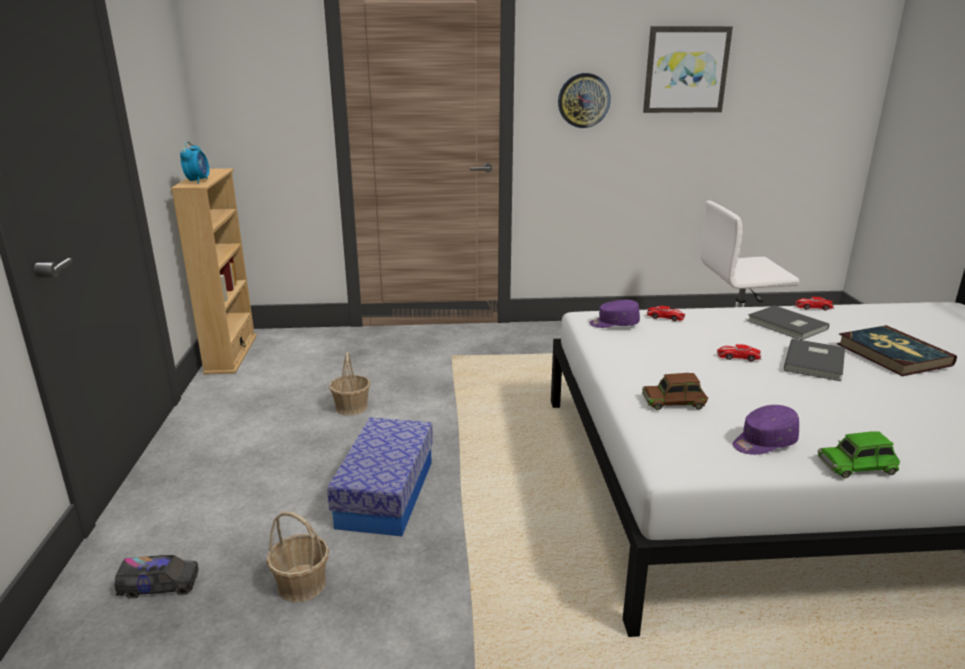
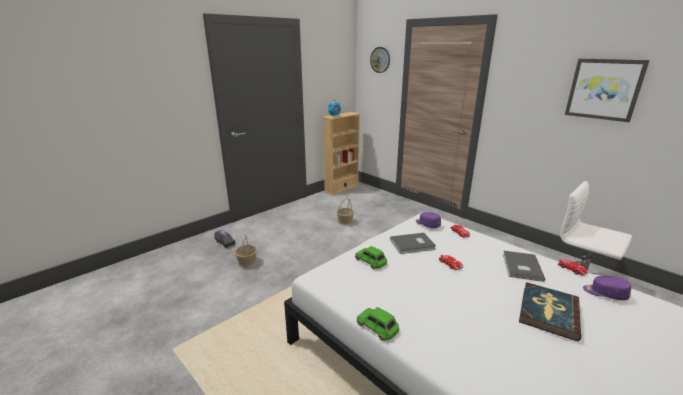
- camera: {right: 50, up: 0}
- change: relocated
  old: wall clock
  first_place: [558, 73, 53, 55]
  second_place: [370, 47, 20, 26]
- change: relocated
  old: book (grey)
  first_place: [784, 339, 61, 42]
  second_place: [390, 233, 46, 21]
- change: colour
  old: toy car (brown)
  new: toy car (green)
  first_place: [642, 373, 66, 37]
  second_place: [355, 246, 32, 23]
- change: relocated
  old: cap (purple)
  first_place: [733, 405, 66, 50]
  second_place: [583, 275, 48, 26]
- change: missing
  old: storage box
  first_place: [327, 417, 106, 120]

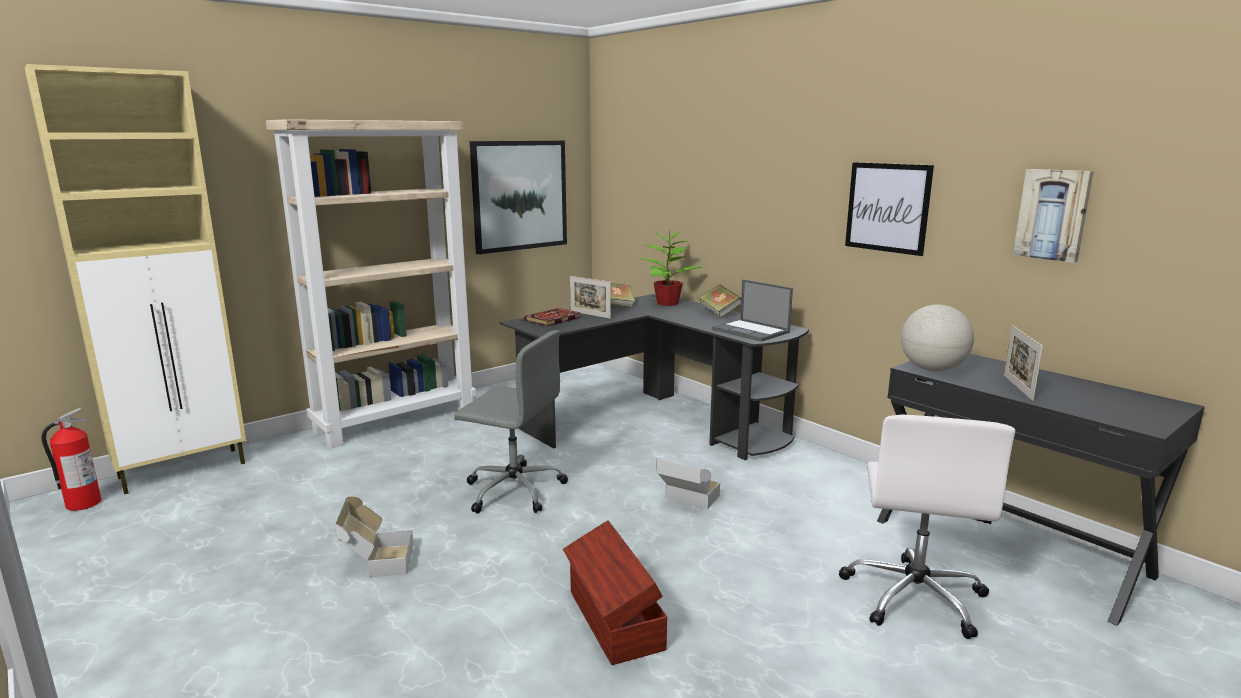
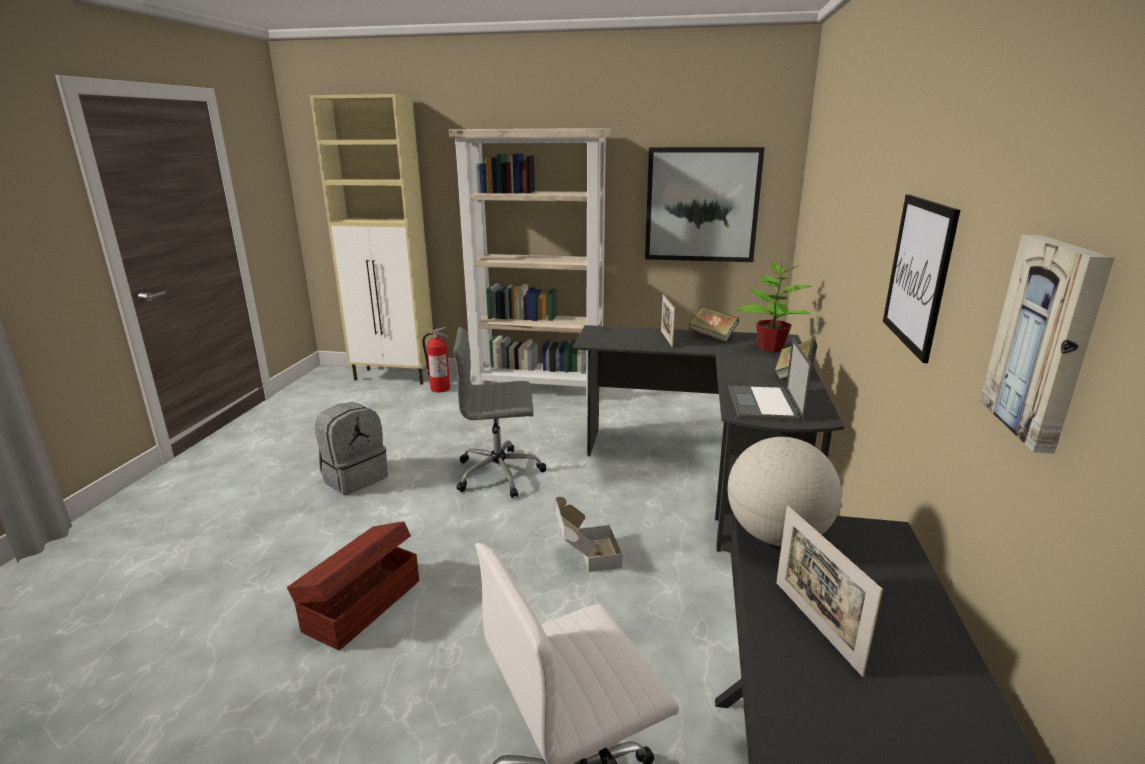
- camera: {right: 50, up: 5}
- change: missing
  old: book
  first_place: [524, 308, 57, 18]
- change: spun
  old: picture frame
  first_place: [1004, 325, 39, 76]
  second_place: [776, 506, 107, 171]
  degrees: -75
- change: spun
  old: office chair (grey)
  first_place: [454, 330, 114, 184]
  second_place: [453, 327, 94, 171]
  degrees: 105
- change: relocated
  old: fire extinguisher
  first_place: [41, 407, 60, 104]
  second_place: [422, 327, 28, 66]
- change: exchanged
  old: cardboard box
  new: backpack (grey)
  first_place: [335, 497, 78, 80]
  second_place: [315, 402, 73, 93]

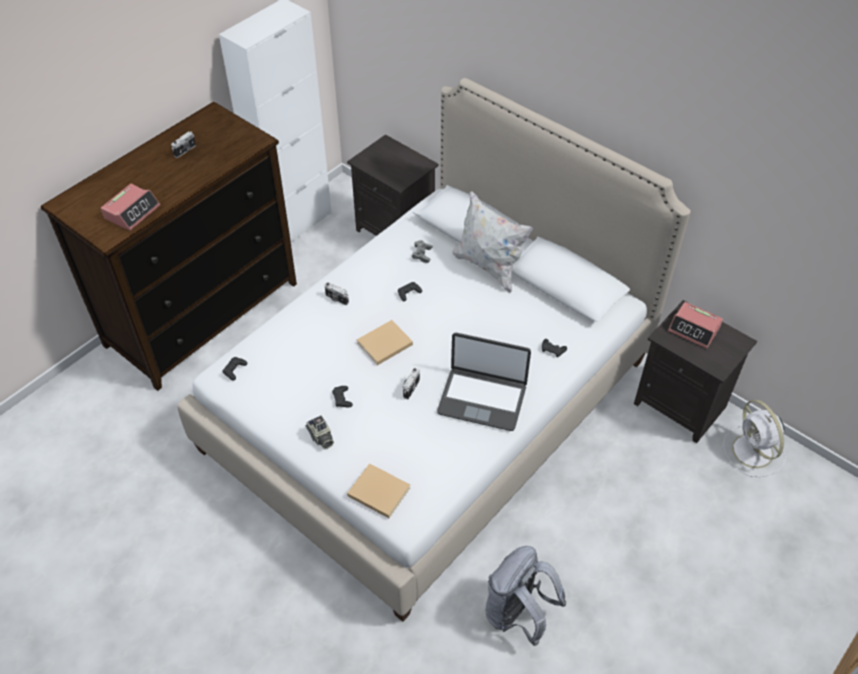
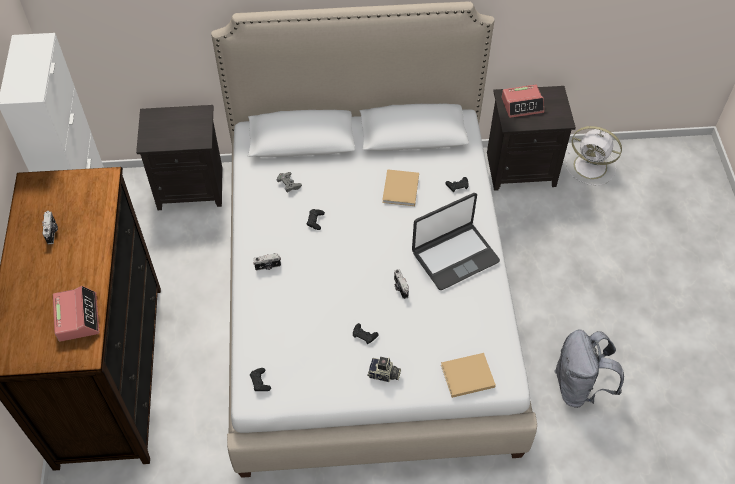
- camera: {right: -45, up: 5}
- change: missing
  old: pillow (white)
  first_place: [452, 191, 81, 102]
- change: relocated
  old: book (beige)
  first_place: [357, 320, 56, 45]
  second_place: [382, 169, 37, 37]

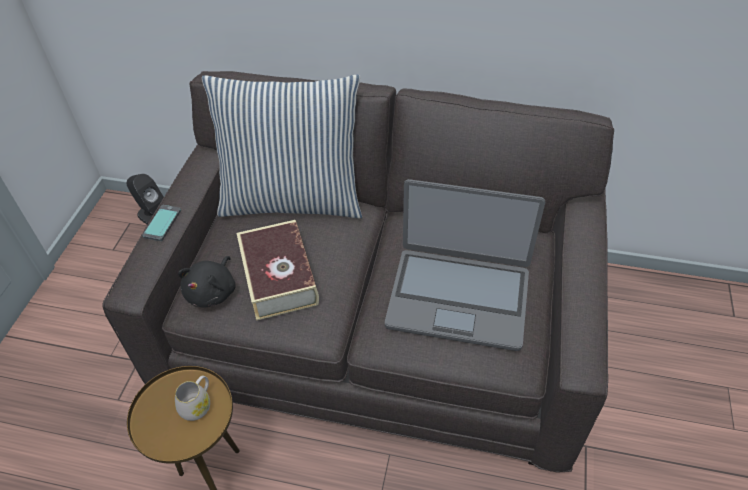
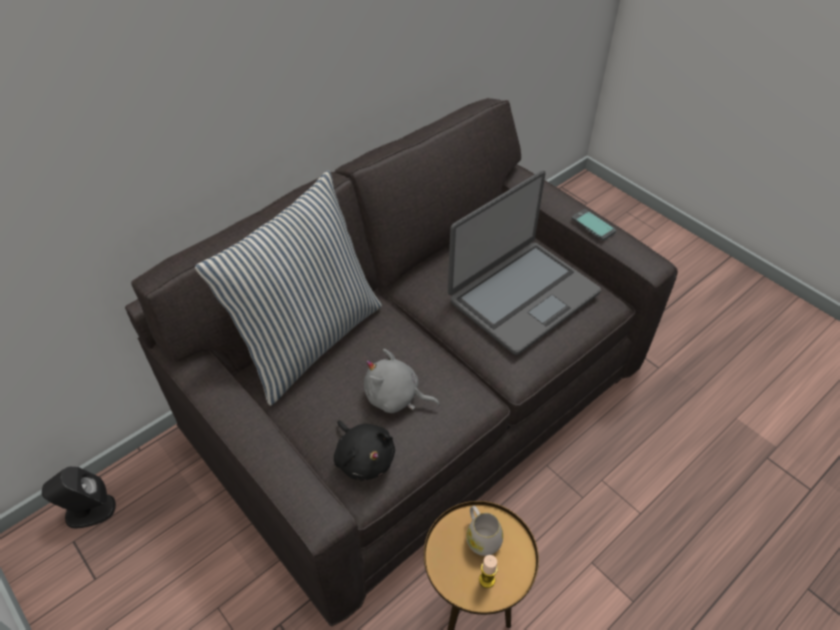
- camera: {right: -55, up: 0}
- change: relocated
  old: phone
  first_place: [142, 205, 39, 36]
  second_place: [572, 209, 44, 31]
- change: exchanged
  old: book
  new: plush toy (grey)
  first_place: [237, 220, 82, 101]
  second_place: [364, 349, 76, 64]
- change: appeared
  new: candle
  second_place: [479, 555, 19, 33]

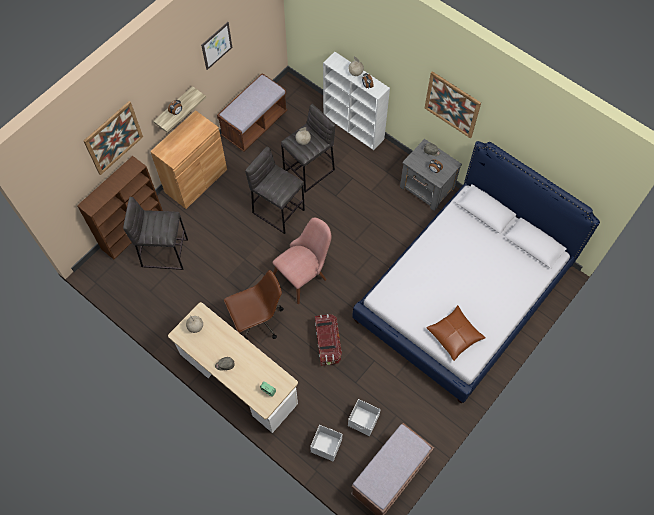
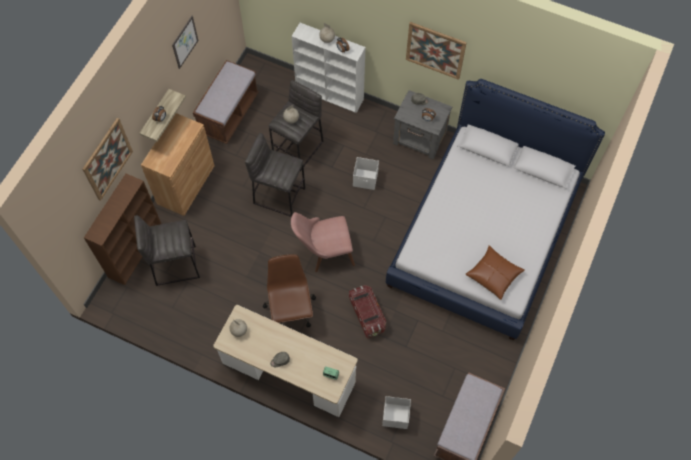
- camera: {right: -15, up: 0}
- change: spun
  old: chair (pink)
  first_place: [273, 217, 59, 87]
  second_place: [291, 212, 64, 60]
  degrees: -135
- change: spun
  old: office chair (brown)
  first_place: [224, 270, 59, 70]
  second_place: [263, 254, 53, 73]
  degrees: -60
- change: relocated
  old: storage box (white)
  first_place: [348, 399, 33, 37]
  second_place: [353, 157, 26, 33]

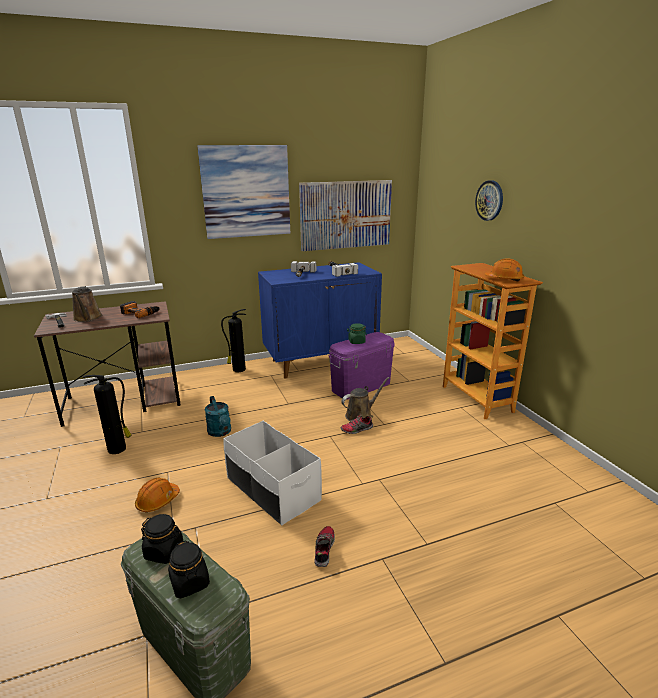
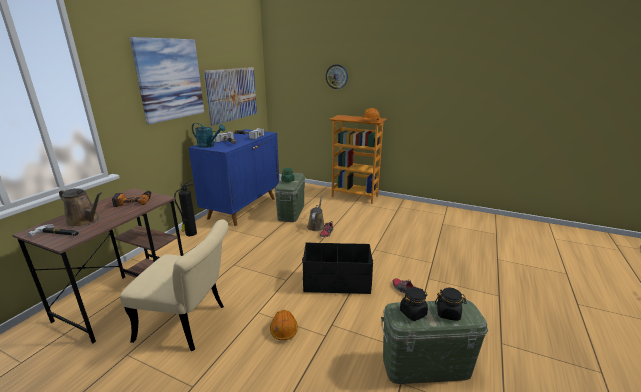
- camera: {right: -45, up: 0}
- change: colour
  old: storage box (purple)
  new: storage box (green)
  first_place: [329, 332, 66, 67]
  second_place: [275, 173, 30, 49]
- change: exchanged
  old: fire extinguisher
  new: chair (beige)
  first_place: [83, 375, 48, 79]
  second_place: [120, 219, 109, 132]
- change: relocated
  old: watering can (turquoise)
  first_place: [205, 396, 26, 41]
  second_place: [192, 123, 33, 25]
- change: colour
  old: storage box (white)
  new: storage box (black)
  first_place: [223, 421, 99, 105]
  second_place: [302, 243, 71, 51]

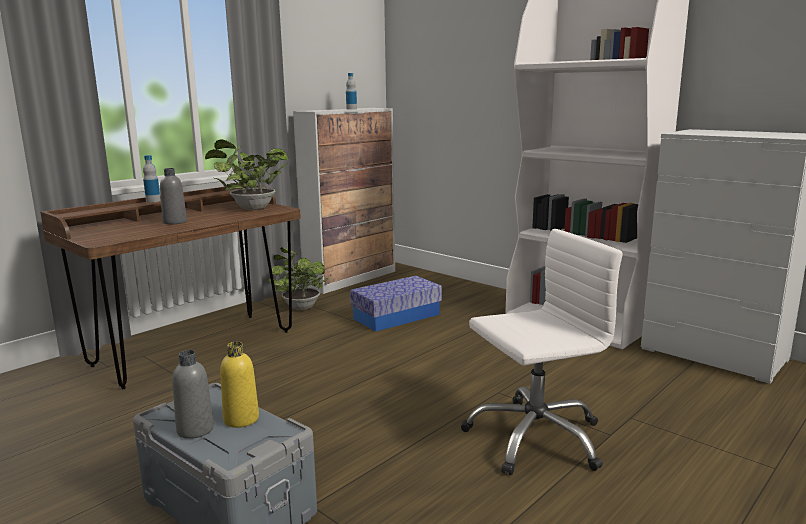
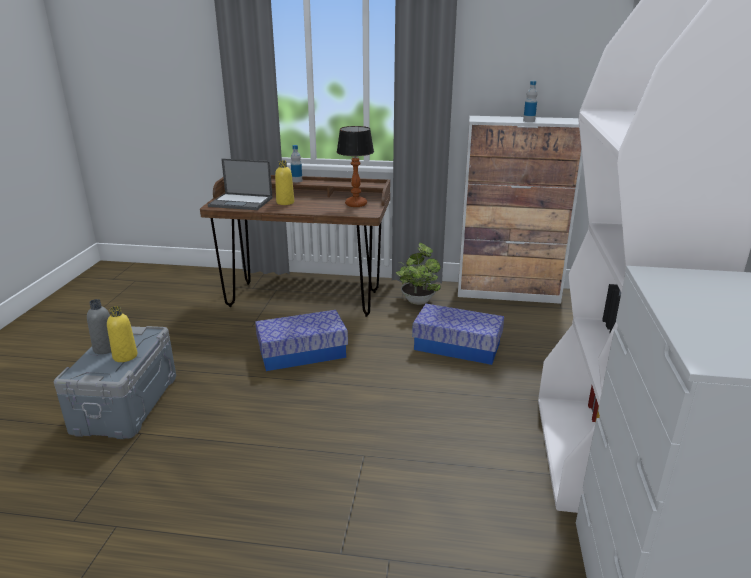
- camera: {right: 55, up: 10}
- change: exchanged
  old: potted plant
  new: table lamp
  first_place: [205, 139, 83, 71]
  second_place: [337, 126, 37, 81]
- change: colour
  old: bottle (grey)
  new: bottle (yellow)
  first_place: [160, 168, 27, 56]
  second_place: [275, 160, 19, 45]
- change: missing
  old: office chair (white)
  first_place: [461, 229, 162, 246]
- change: appeared
  new: laptop
  second_place: [208, 158, 65, 52]
- change: appeared
  new: storage box
  second_place: [255, 310, 93, 61]

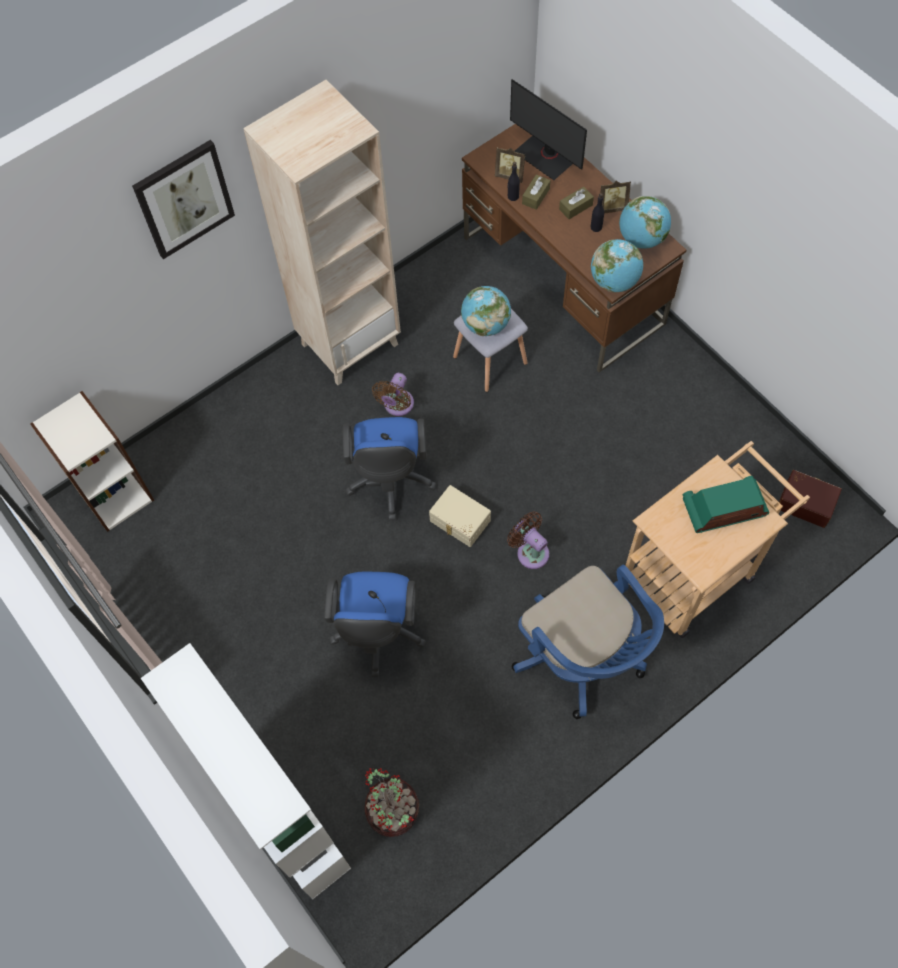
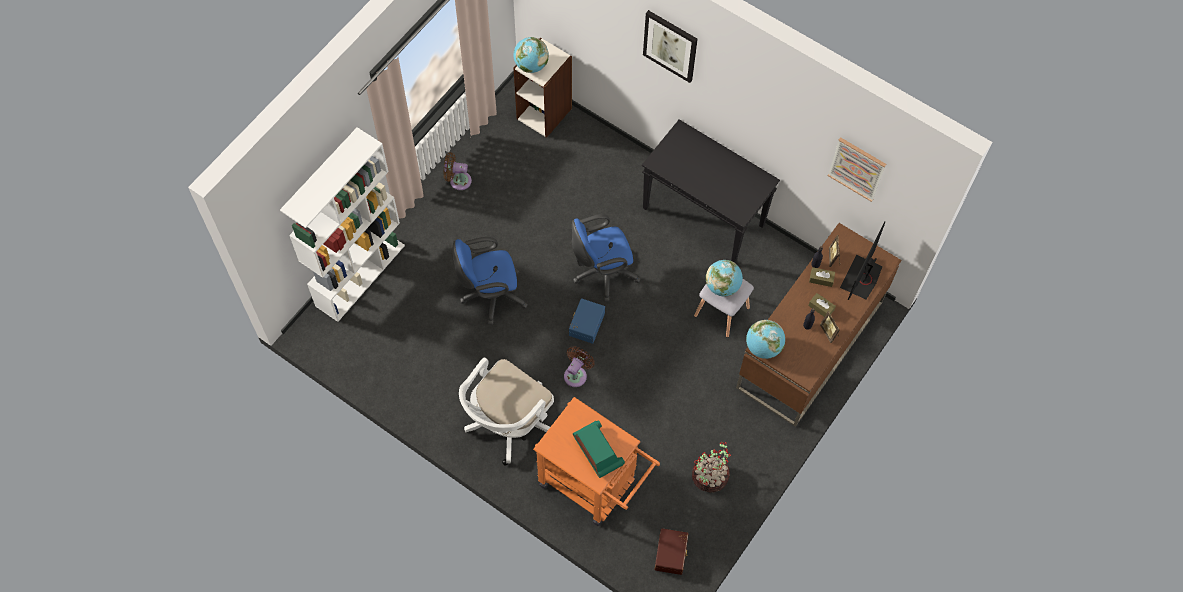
- camera: {right: 70, up: 0}
- change: exchanged
  old: bookcase (beige)
  new: console table (black)
  first_place: [243, 80, 158, 305]
  second_place: [642, 119, 138, 144]
- change: relocated
  old: globe
  first_place: [619, 196, 52, 53]
  second_place: [514, 37, 35, 36]
- change: relocated
  old: fan (brown)
  first_place: [372, 373, 42, 43]
  second_place: [443, 152, 29, 38]
- change: colour
  old: cart (beige)
  new: cart (orange)
  first_place: [625, 441, 185, 197]
  second_place: [533, 397, 127, 129]
- change: colour
  old: storage box (beige)
  new: storage box (blue)
  first_place: [429, 485, 62, 62]
  second_place: [569, 298, 36, 46]
- change: colour
  old: office chair (blue)
  new: office chair (white)
  first_place: [512, 565, 152, 154]
  second_place: [459, 357, 95, 109]
- change: relocated
  old: potted plant
  first_place: [365, 768, 54, 69]
  second_place: [692, 442, 39, 51]
- change: appeared
  new: picture
  second_place: [828, 137, 58, 65]

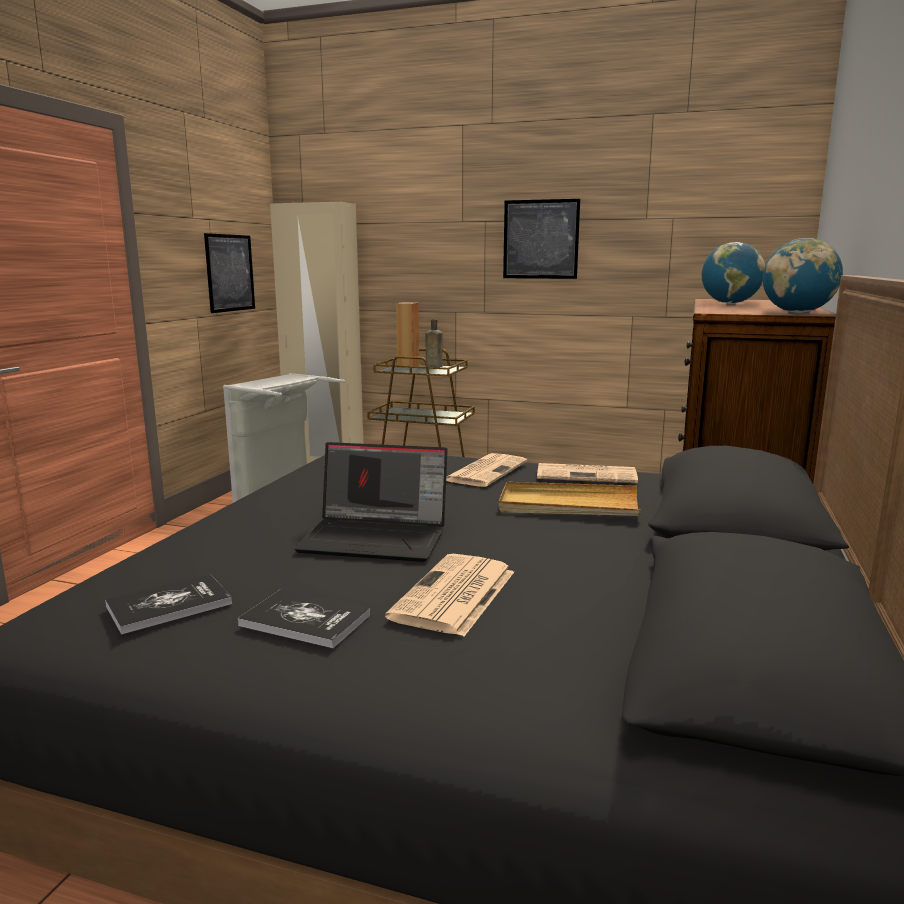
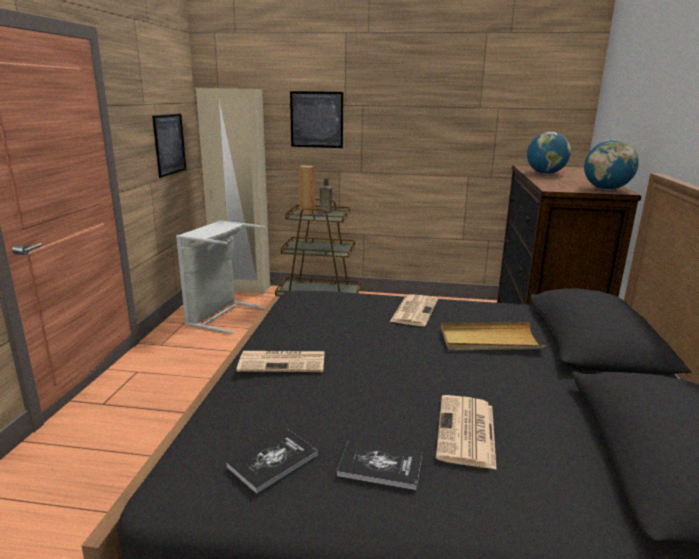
- camera: {right: -10, up: 5}
- change: relocated
  old: picture
  first_place: [503, 199, 78, 80]
  second_place: [290, 91, 53, 57]
- change: missing
  old: laptop
  first_place: [294, 442, 154, 120]
- change: relocated
  old: newspaper
  first_place: [537, 463, 101, 20]
  second_place: [236, 351, 88, 21]

